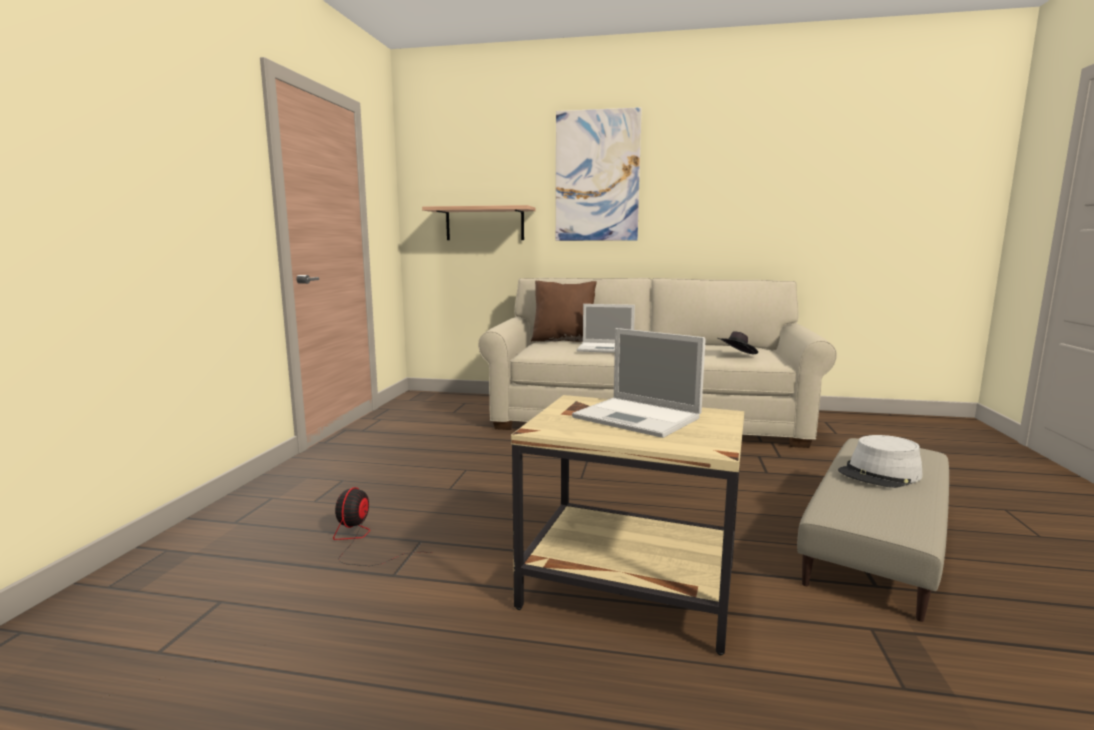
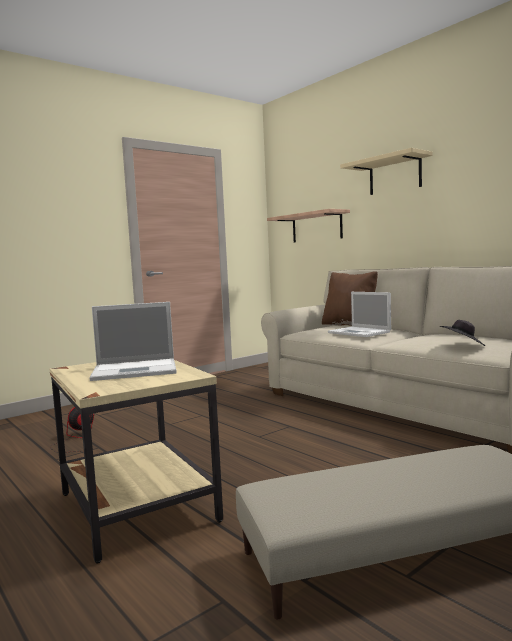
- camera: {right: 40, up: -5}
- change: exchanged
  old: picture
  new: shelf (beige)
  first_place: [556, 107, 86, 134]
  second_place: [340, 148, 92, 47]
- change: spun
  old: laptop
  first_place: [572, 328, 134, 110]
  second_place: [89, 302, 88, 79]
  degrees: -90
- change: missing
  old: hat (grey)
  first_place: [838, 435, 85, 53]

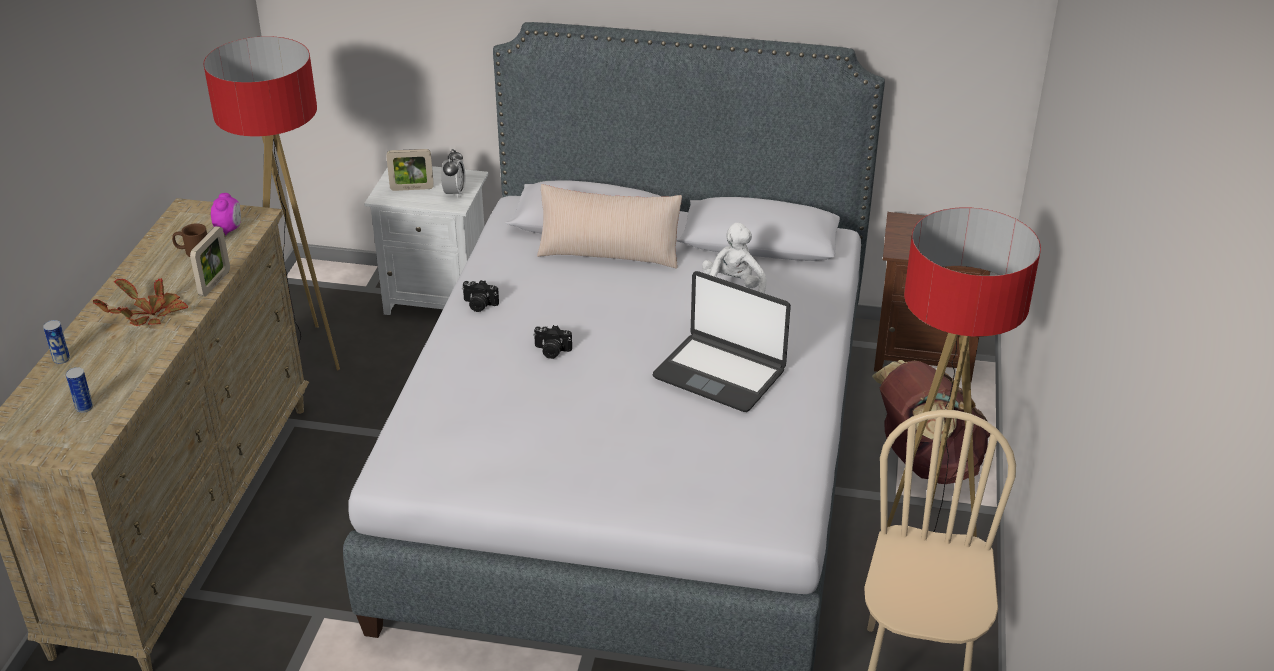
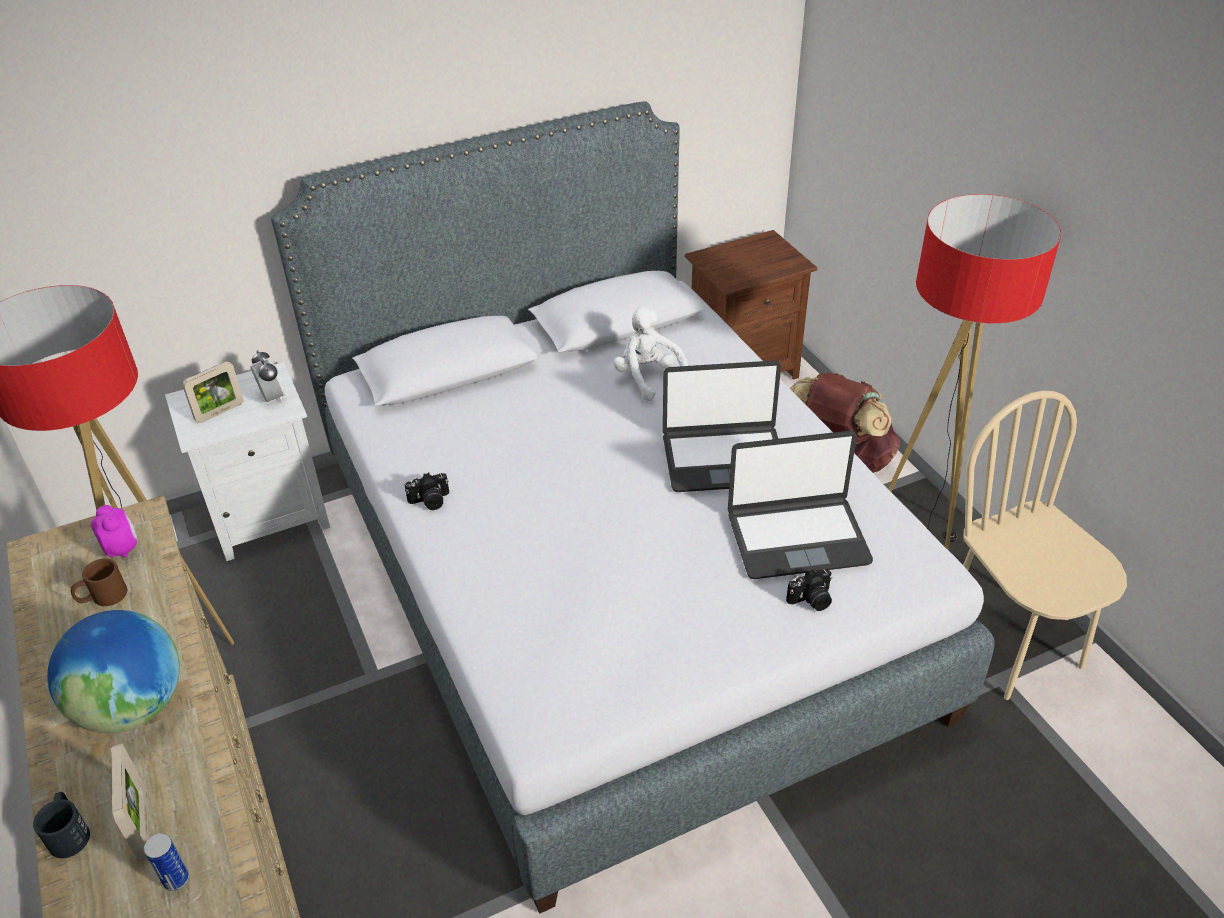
- camera: {right: -35, up: 5}
- change: missing
  old: pillow (beige)
  first_place: [537, 184, 145, 84]
- change: relocated
  old: picture frame
  first_place: [190, 226, 40, 71]
  second_place: [111, 743, 38, 118]
- change: exchanged
  old: potted plant
  new: globe
  first_place: [93, 278, 95, 48]
  second_place: [47, 610, 133, 123]
- change: exchanged
  old: can
  new: mug (black)
  first_place: [43, 320, 27, 44]
  second_place: [33, 792, 57, 66]
- change: relocated
  old: photo camera
  first_place: [533, 325, 39, 34]
  second_place: [786, 569, 46, 42]
- change: appeared
  new: laptop
  second_place: [728, 431, 145, 148]

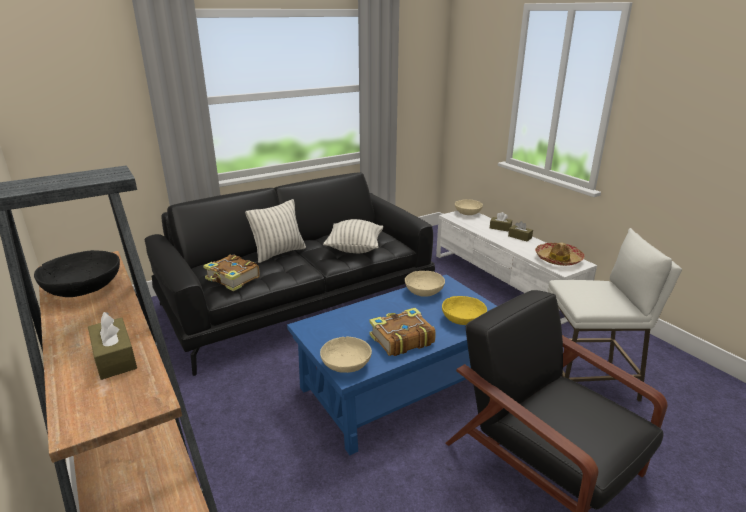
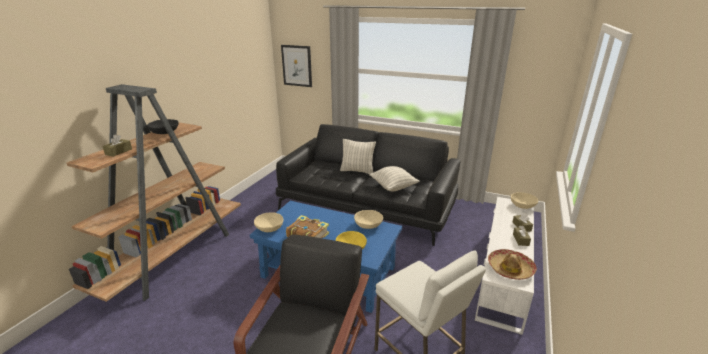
- camera: {right: 55, up: 0}
- change: missing
  old: book
  first_place: [203, 254, 57, 37]
- change: appeared
  new: picture
  second_place: [281, 45, 31, 42]

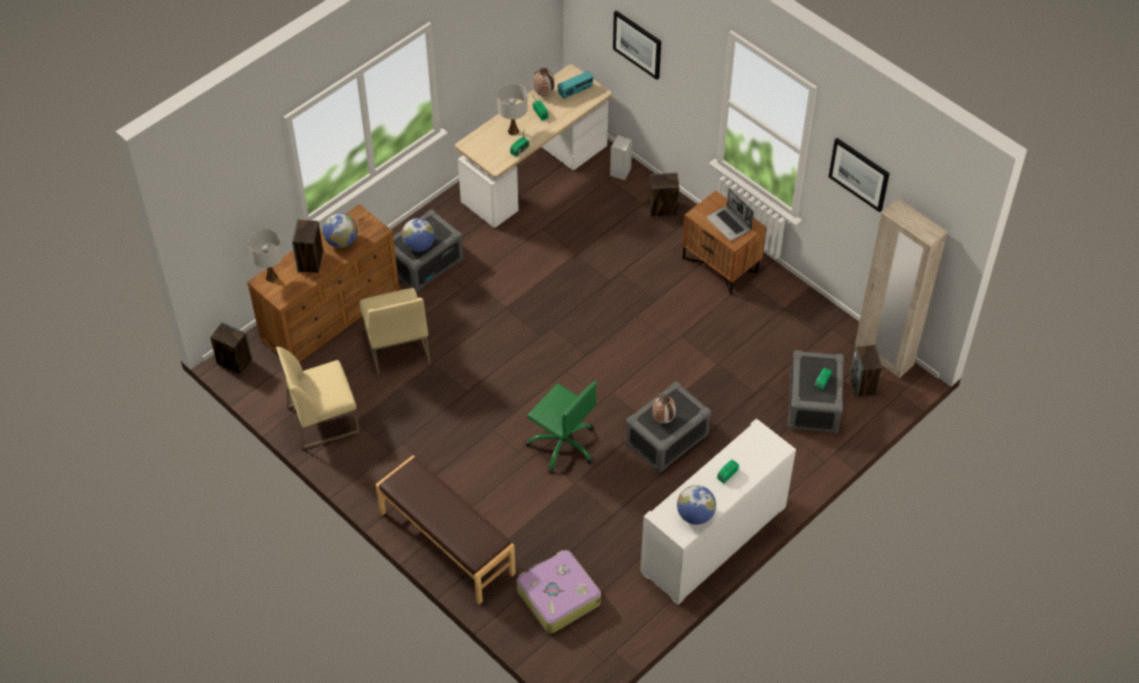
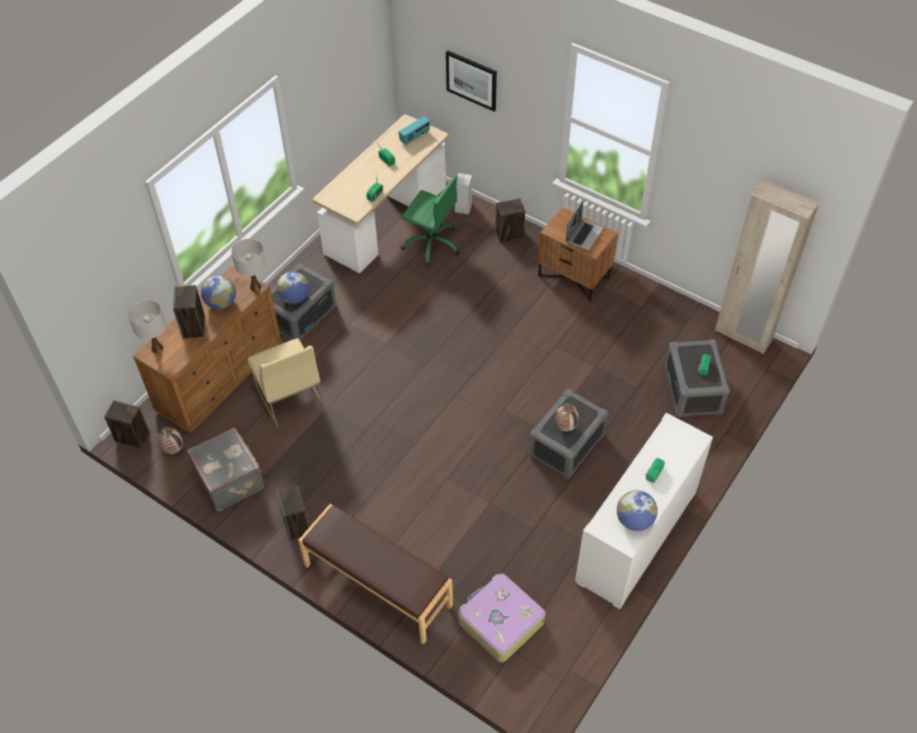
- camera: {right: -10, up: 0}
- change: relocated
  old: vase
  first_place: [534, 68, 21, 28]
  second_place: [159, 427, 24, 27]
- change: relocated
  old: table lamp (white)
  first_place: [497, 83, 31, 52]
  second_place: [231, 239, 35, 52]
- change: missing
  old: picture
  first_place: [829, 138, 61, 74]
- change: spun
  old: laptop
  first_place: [707, 188, 47, 53]
  second_place: [565, 202, 39, 49]
  degrees: -105
- change: relocated
  old: speaker
  first_place: [849, 345, 33, 52]
  second_place: [277, 486, 32, 54]
- change: exchanged
  old: chair (beige)
  new: suitcase (grey)
  first_place: [276, 347, 83, 103]
  second_place: [187, 427, 77, 84]
- change: relocated
  old: office chair (green)
  first_place: [526, 381, 71, 93]
  second_place: [401, 176, 59, 91]

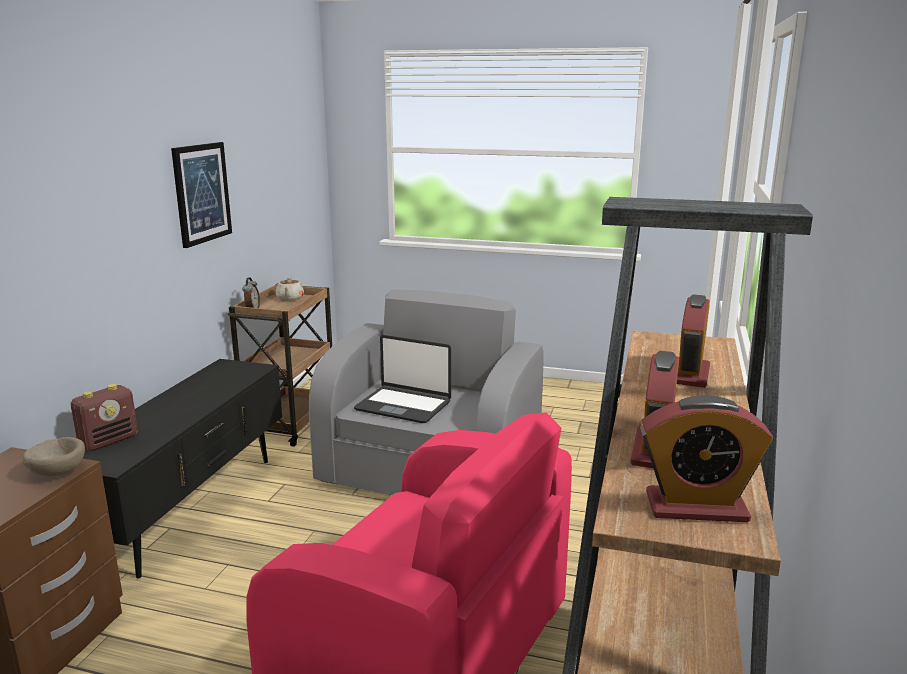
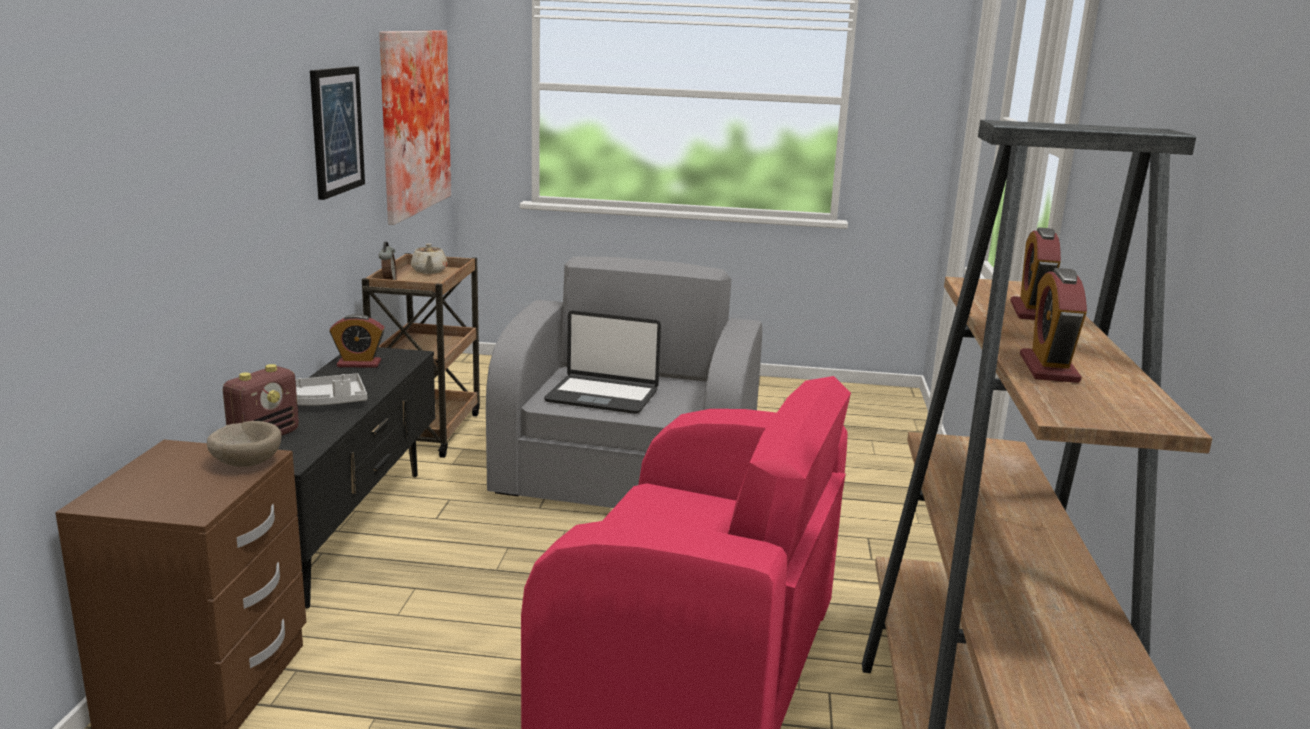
- camera: {right: -10, up: 0}
- change: relocated
  old: alarm clock
  first_place: [640, 395, 133, 127]
  second_place: [329, 314, 56, 54]
- change: appeared
  new: picture
  second_place: [379, 30, 72, 195]
- change: appeared
  new: tray (grey)
  second_place: [295, 373, 72, 33]

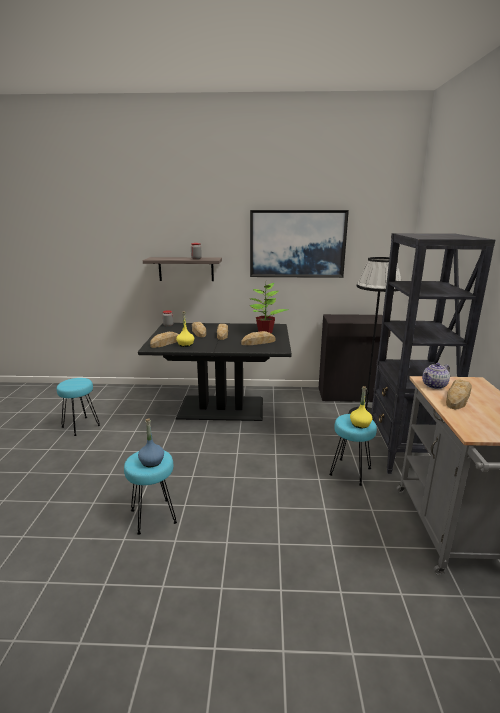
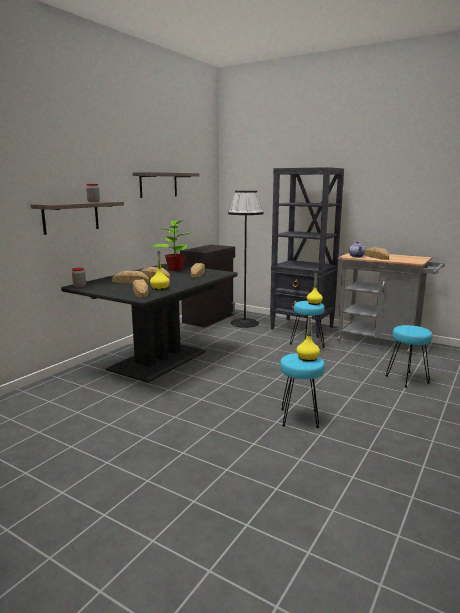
- camera: {right: -60, up: -5}
- change: exchanged
  old: picture
  new: shelf
  first_place: [250, 210, 99, 68]
  second_place: [133, 172, 66, 26]
- change: relocated
  old: stool (turquoise)
  first_place: [57, 378, 43, 58]
  second_place: [385, 325, 47, 63]
- change: colour
  old: bottle (blue)
  new: bottle (yellow)
  first_place: [138, 418, 26, 49]
  second_place: [297, 316, 23, 46]

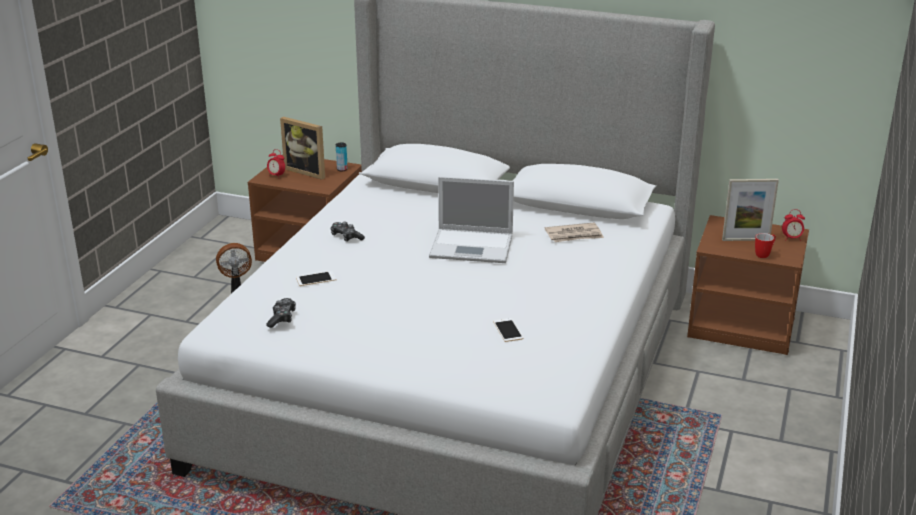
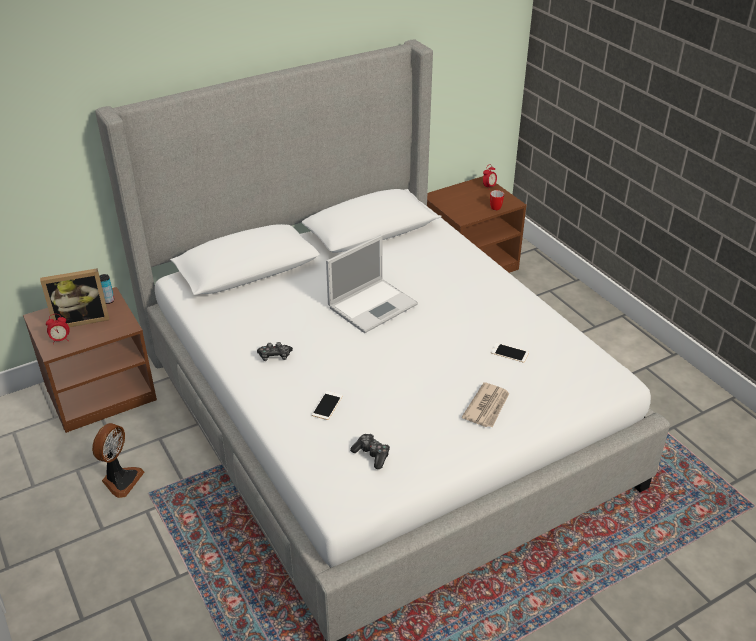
- camera: {right: -50, up: 10}
- change: missing
  old: picture frame
  first_place: [722, 179, 57, 62]
- change: relocated
  old: newspaper
  first_place: [545, 222, 59, 20]
  second_place: [462, 382, 48, 46]

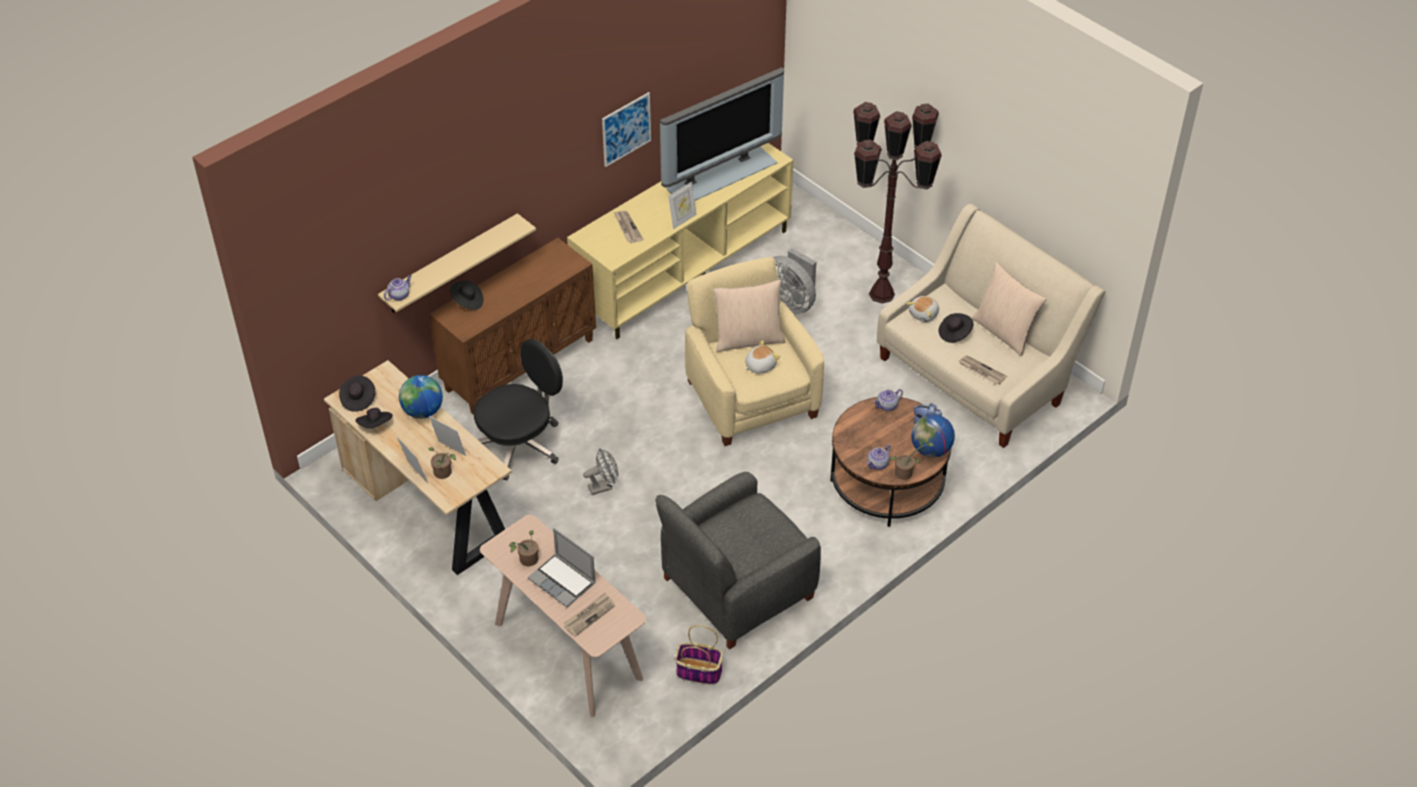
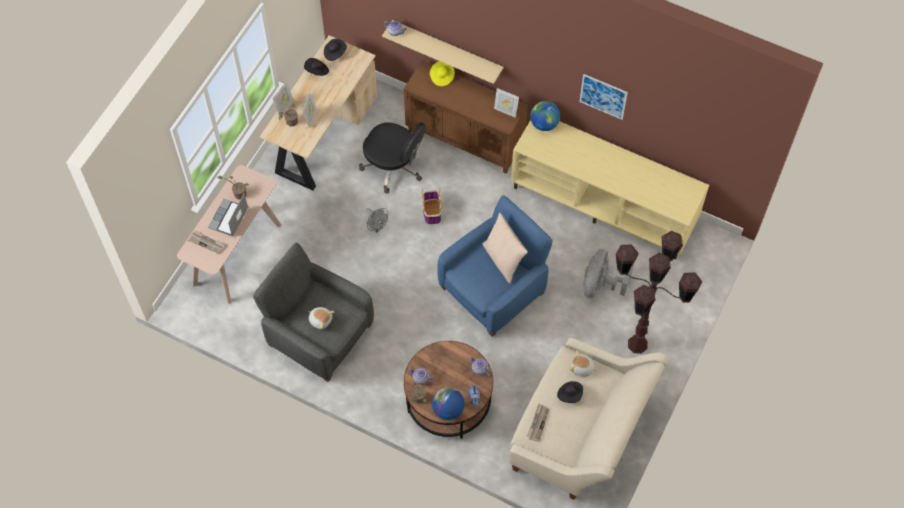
- camera: {right: 70, up: 15}
- change: missing
  old: television
  first_place: [660, 67, 124, 134]
- change: relocated
  old: picture frame
  first_place: [668, 182, 29, 47]
  second_place: [494, 88, 25, 30]
- change: missing
  old: newspaper
  first_place: [614, 211, 29, 32]
- change: colour
  old: armchair (beige)
  new: armchair (blue)
  first_place: [685, 257, 139, 189]
  second_place: [438, 195, 115, 142]
- change: missing
  old: pillow (beige)
  first_place: [972, 262, 75, 94]
- change: colour
  old: hat (black)
  new: hat (yellow)
  first_place: [450, 281, 33, 29]
  second_place: [430, 61, 25, 25]
- change: relocated
  old: plush toy
  first_place: [745, 340, 35, 34]
  second_place: [308, 307, 26, 22]
- change: relocated
  old: globe
  first_place: [399, 375, 44, 44]
  second_place: [530, 101, 30, 30]
- change: relocated
  old: basket
  first_place: [675, 625, 48, 60]
  second_place: [422, 187, 20, 37]

